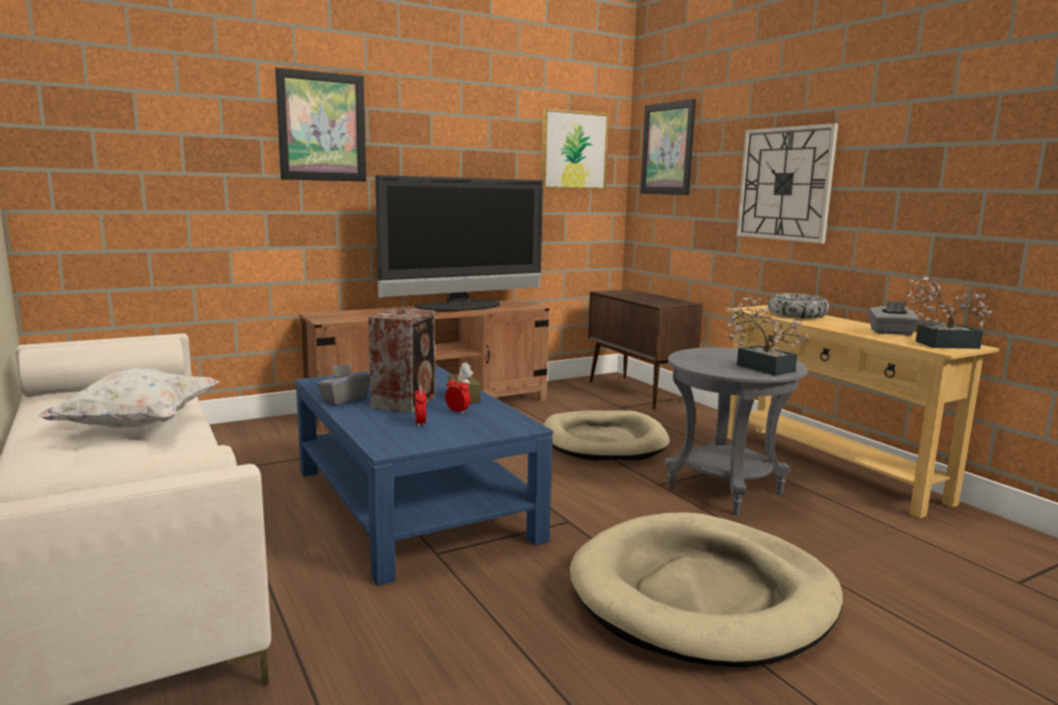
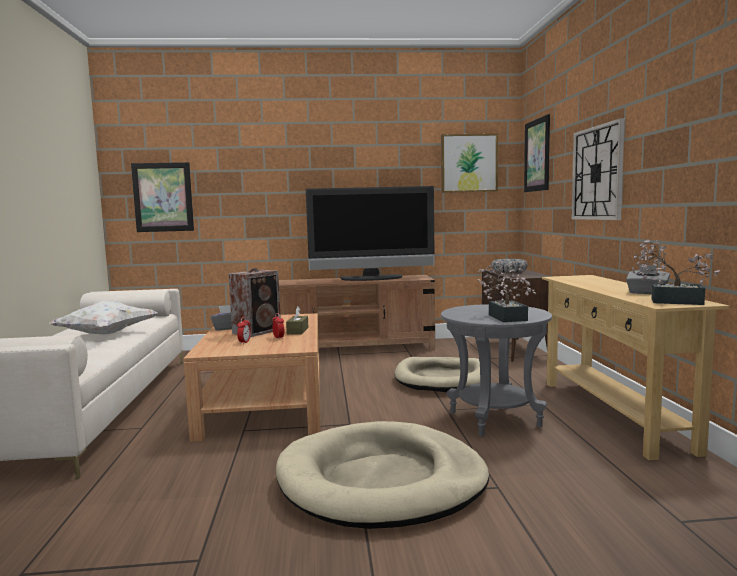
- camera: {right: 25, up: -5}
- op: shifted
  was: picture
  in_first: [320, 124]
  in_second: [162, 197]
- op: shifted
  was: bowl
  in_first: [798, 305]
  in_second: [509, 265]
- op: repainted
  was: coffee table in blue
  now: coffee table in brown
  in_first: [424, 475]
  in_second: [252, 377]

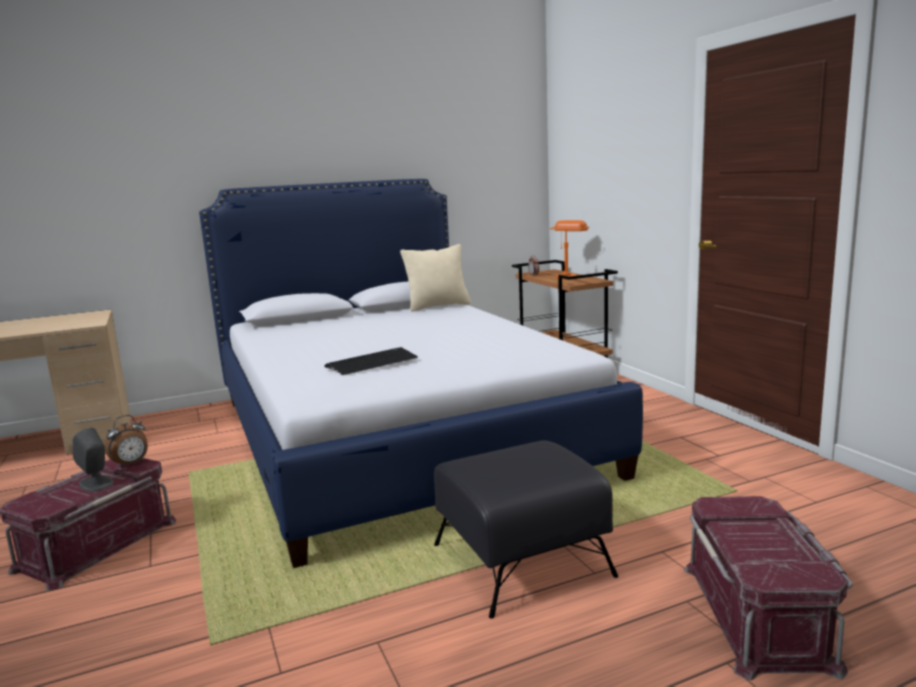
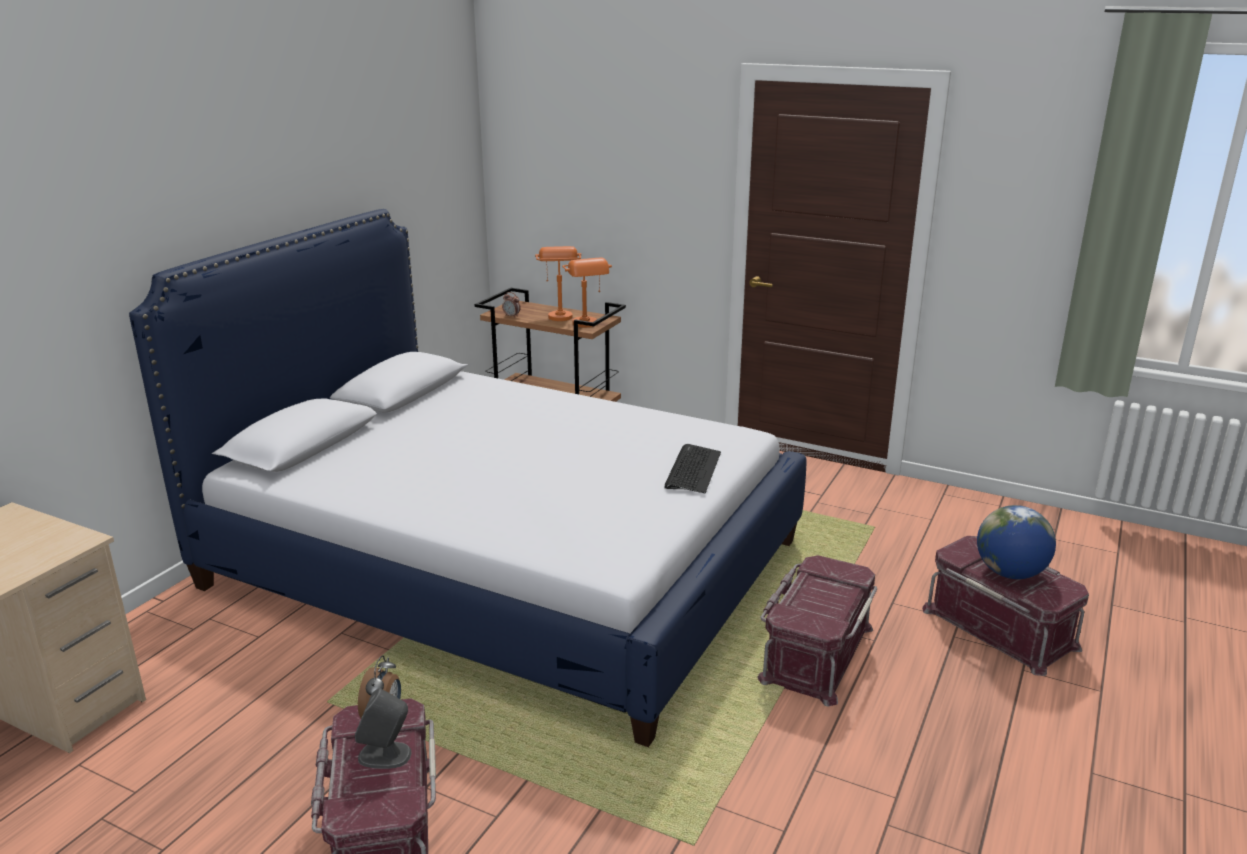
- camera: {right: -40, up: 10}
- op: gone
  was: pillow in beige
  in_first: [435, 278]
- op: shifted
  was: keyboard
  in_first: [371, 361]
  in_second: [692, 468]
- op: swapped
  was: ottoman in black
  now: storage box in red
  in_first: [526, 530]
  in_second: [817, 630]
- op: new
  now: table lamp in orange
  in_second: [587, 292]
- op: new
  now: globe
  in_second: [1016, 542]

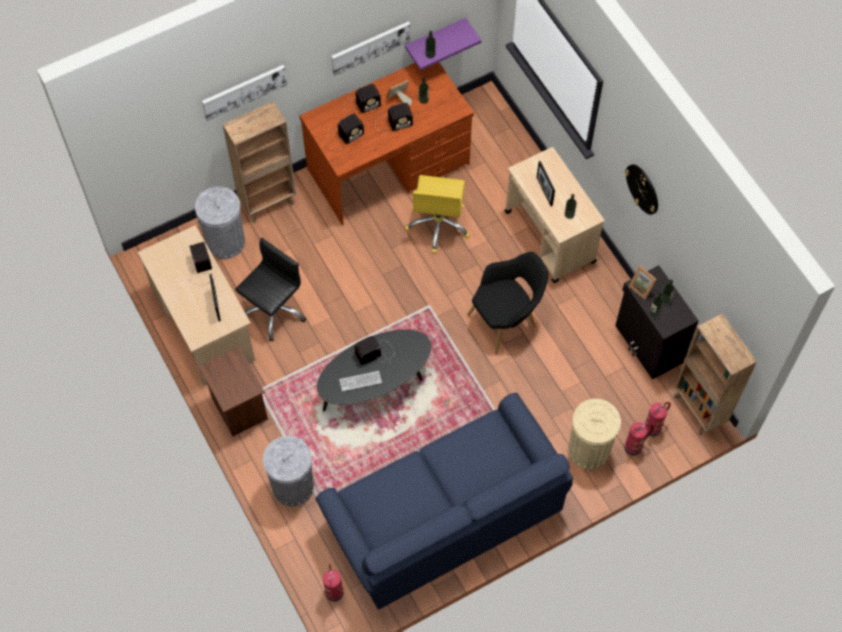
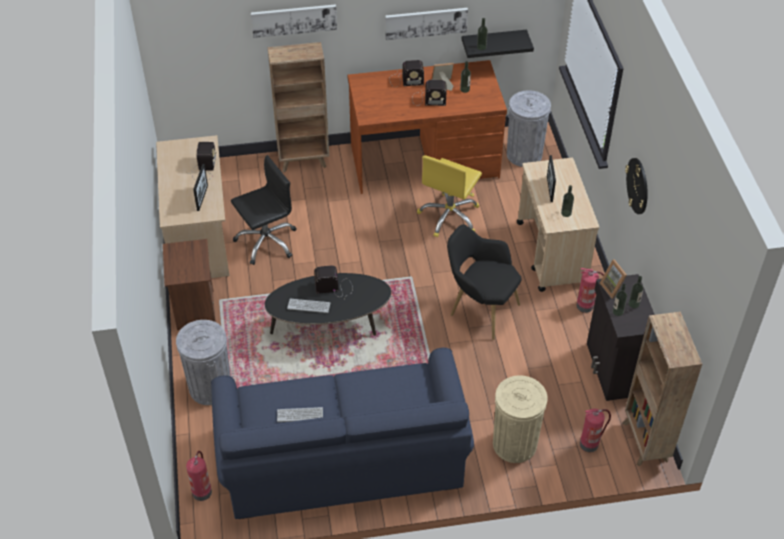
- camera: {right: 20, up: -15}
- op: repainted
  was: shelf in purple
  now: shelf in black
  in_first: [443, 44]
  in_second: [498, 44]
- op: gone
  was: radio
  in_first: [345, 132]
- op: shifted
  was: trash can in grey
  in_first: [220, 222]
  in_second: [529, 128]
- op: rotated
  was: armchair in black
  in_first: [507, 303]
  in_second: [484, 282]
  clockwise: -135
- op: shifted
  was: fire extinguisher
  in_first: [638, 439]
  in_second: [590, 290]
- op: new
  now: keyboard
  in_second: [300, 414]

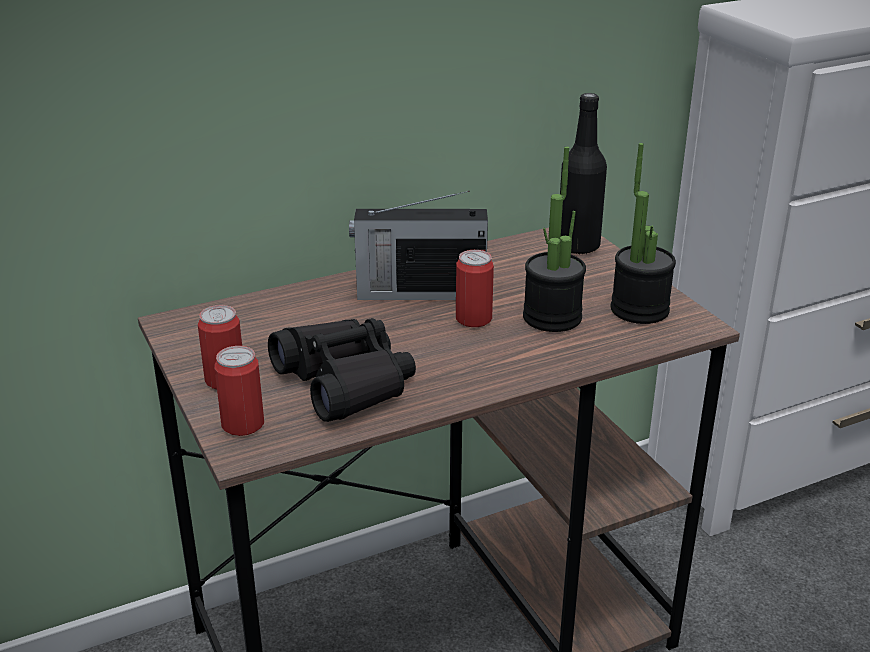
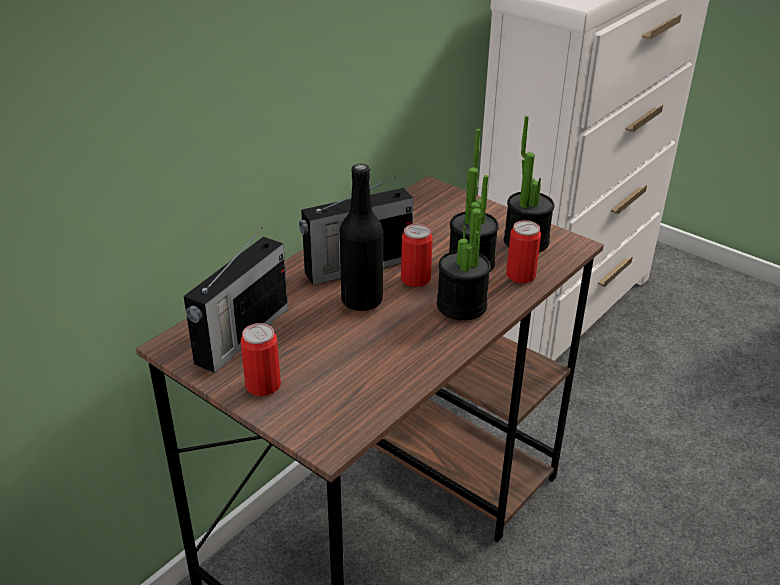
- camera: {right: -25, up: 5}
- op: shifted
  was: bottle in black
  in_first: [583, 173]
  in_second: [361, 237]
- op: gone
  was: binoculars in black
  in_first: [342, 370]
- op: shifted
  was: can
  in_first: [239, 391]
  in_second: [523, 251]
- op: new
  now: potted plant
  in_second: [464, 247]
- op: new
  now: radio
  in_second: [236, 300]

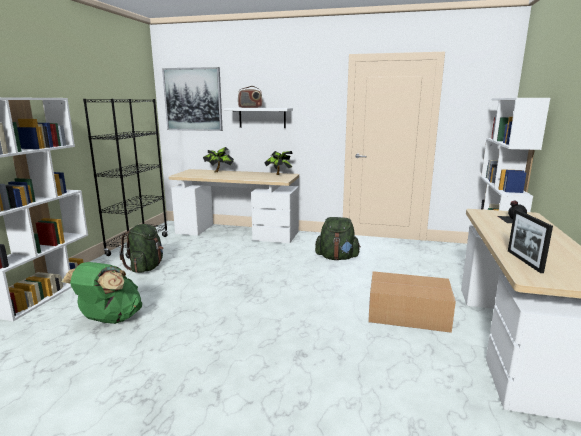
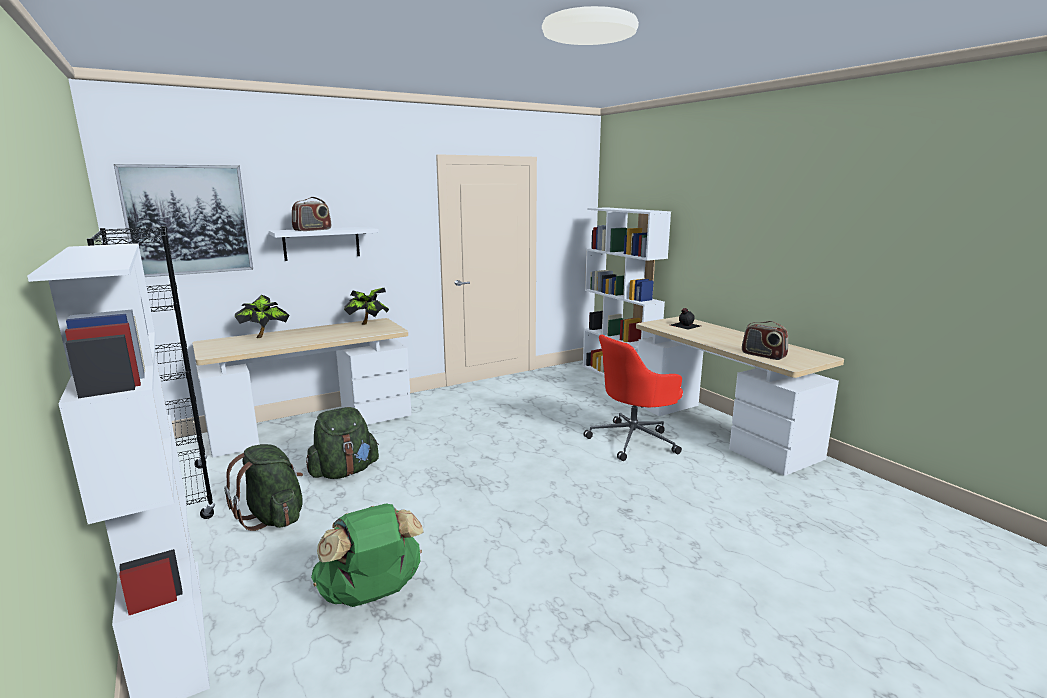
- camera: {right: -45, up: 0}
- op: swapped
  was: picture frame
  now: radio
  in_first: [530, 241]
  in_second: [765, 340]
- op: shifted
  was: backpack in green
  in_first: [338, 238]
  in_second: [342, 443]
- op: swapped
  was: cardboard box
  now: office chair in red
  in_first: [412, 302]
  in_second: [633, 398]

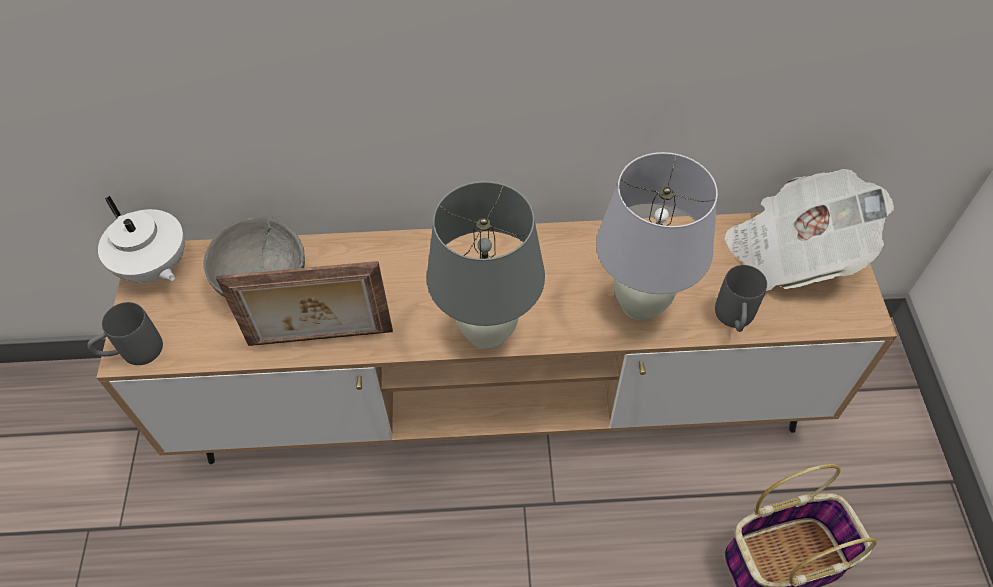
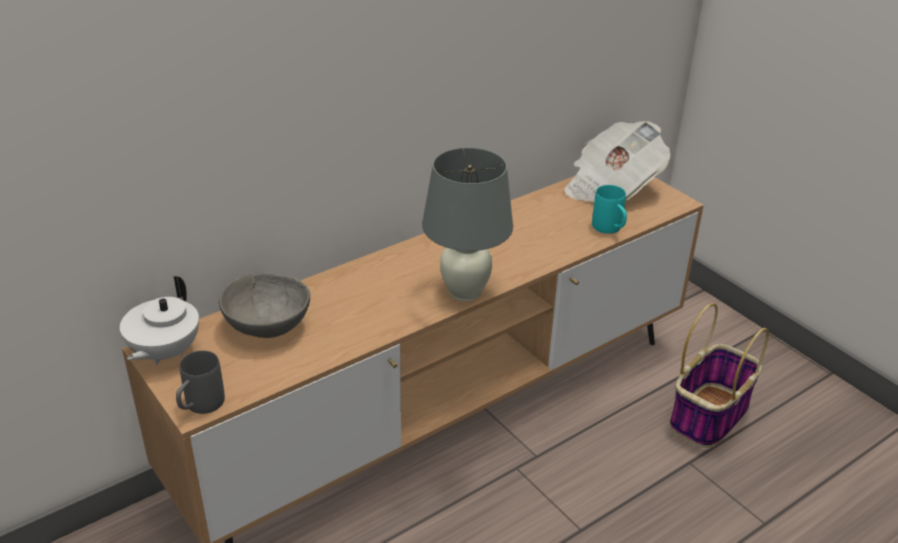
- camera: {right: -35, up: -20}
- op: gone
  was: table lamp in white
  in_first: [657, 236]
- op: rotated
  was: teapot in white
  in_first: [141, 239]
  in_second: [159, 320]
  clockwise: 90
- op: gone
  was: picture frame
  in_first: [304, 303]
- op: repainted
  was: mug in grey
  now: mug in turquoise
  in_first: [741, 298]
  in_second: [609, 209]

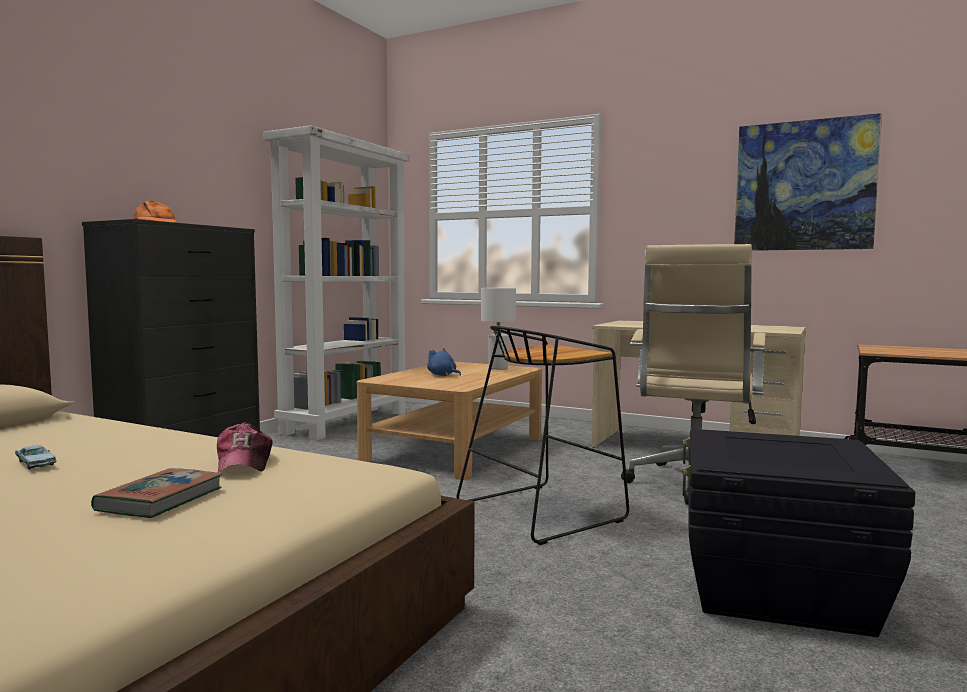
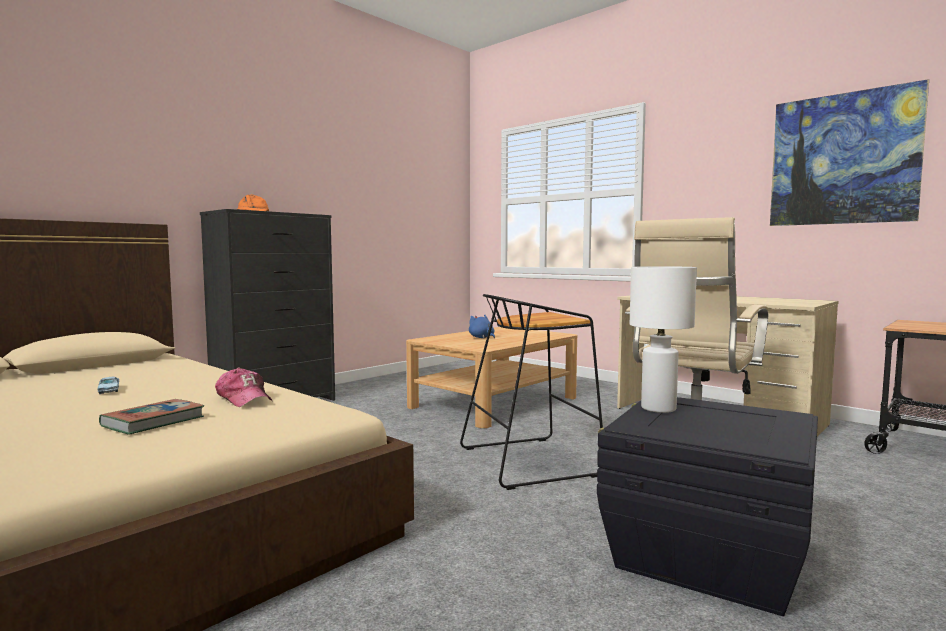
- camera: {right: 15, up: 0}
- op: gone
  was: bookcase in white
  in_first: [336, 282]
- op: shifted
  was: table lamp in white
  in_first: [498, 329]
  in_second: [663, 339]
- op: rotated
  was: cap
  in_first: [244, 448]
  in_second: [243, 387]
  clockwise: -45

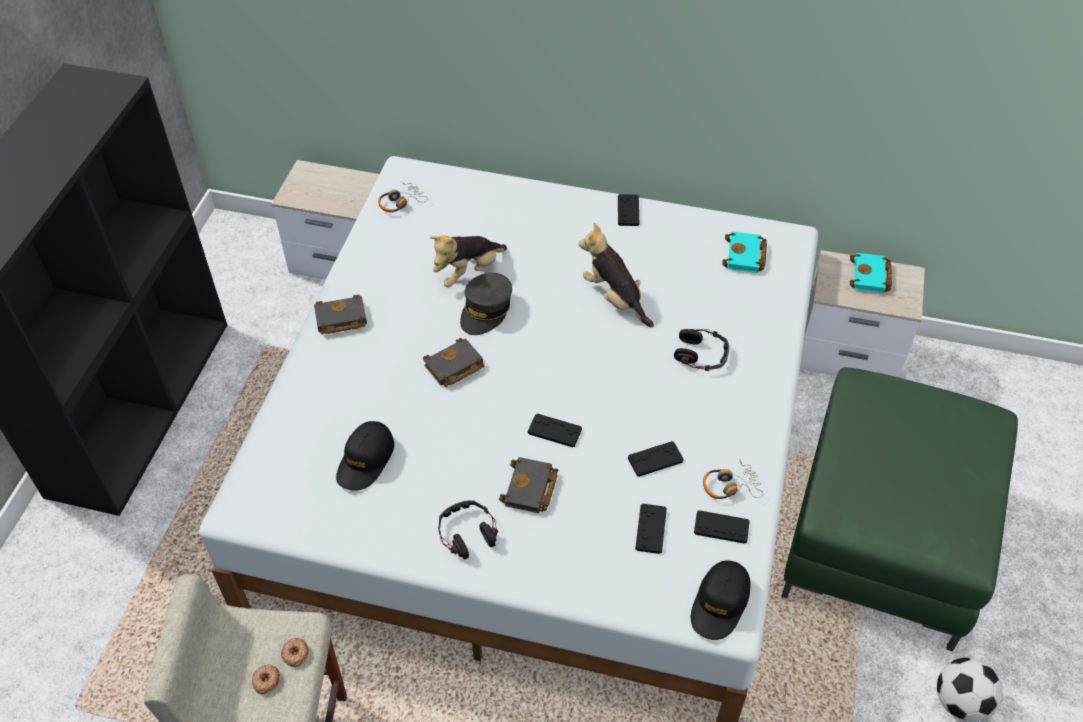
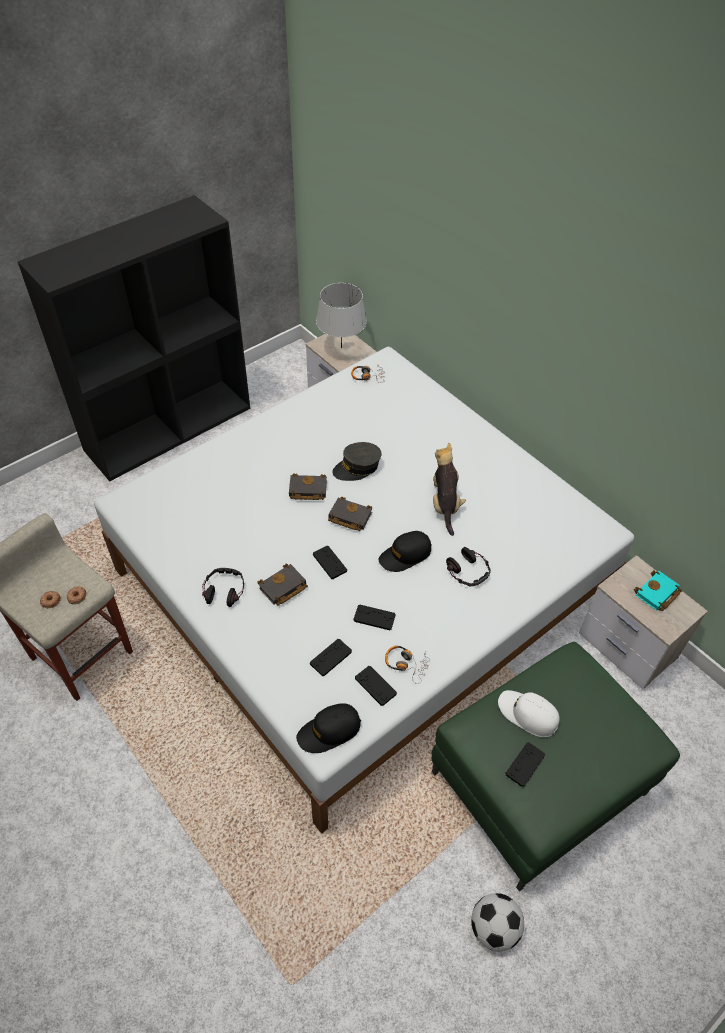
- camera: {right: 35, up: 0}
- op: shifted
  was: game controller in black
  in_first: [628, 210]
  in_second: [525, 764]
- op: gone
  was: book in turquoise
  in_first: [744, 252]
- op: gone
  was: plush toy
  in_first: [468, 261]
- op: shifted
  was: book in black
  in_first: [340, 314]
  in_second: [350, 514]
- op: shifted
  was: cap in black
  in_first: [365, 456]
  in_second: [405, 551]
- op: new
  now: table lamp in grey
  in_second: [341, 315]
- op: new
  now: cap in white
  in_second: [529, 713]

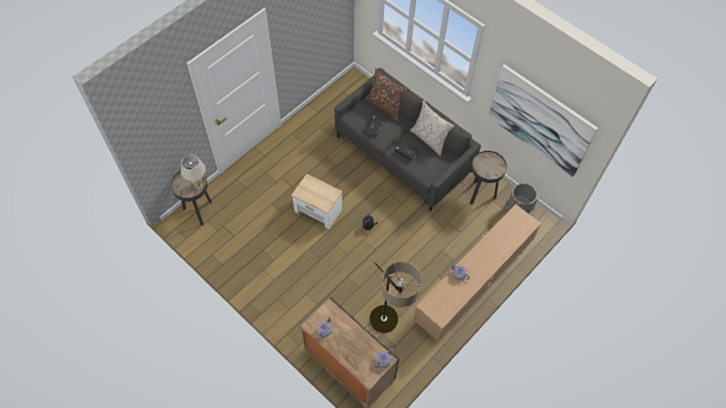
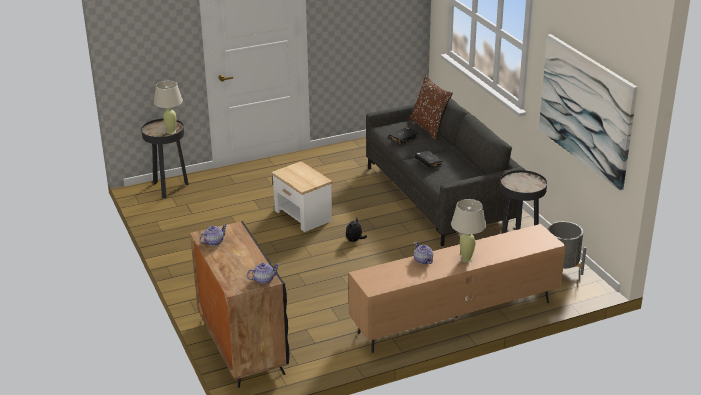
- camera: {right: 25, up: -30}
- op: gone
  was: pillow in beige
  in_first: [432, 128]
- op: gone
  was: floor lamp
  in_first: [396, 296]
- op: new
  now: table lamp in beige
  in_second: [468, 231]

